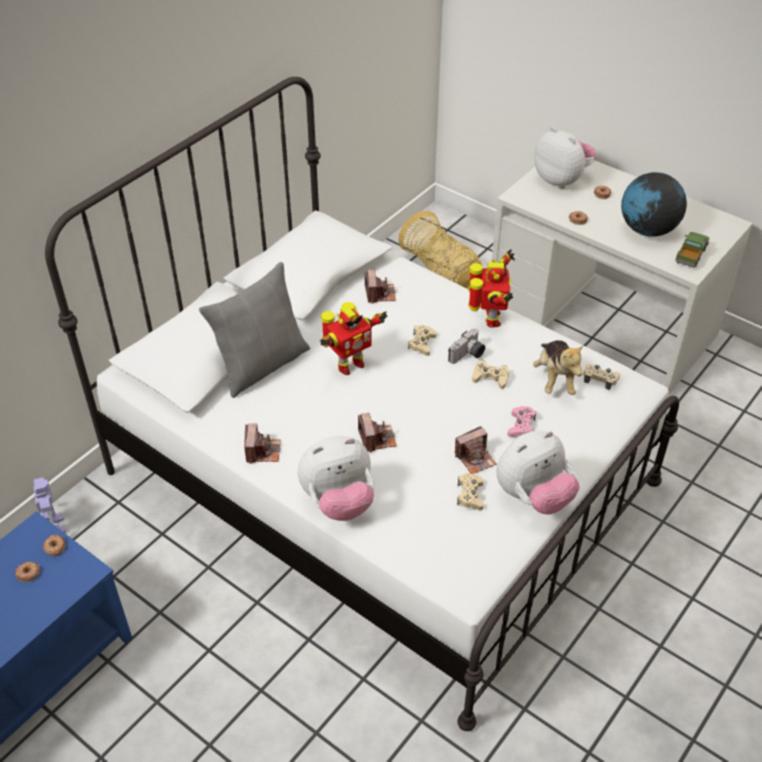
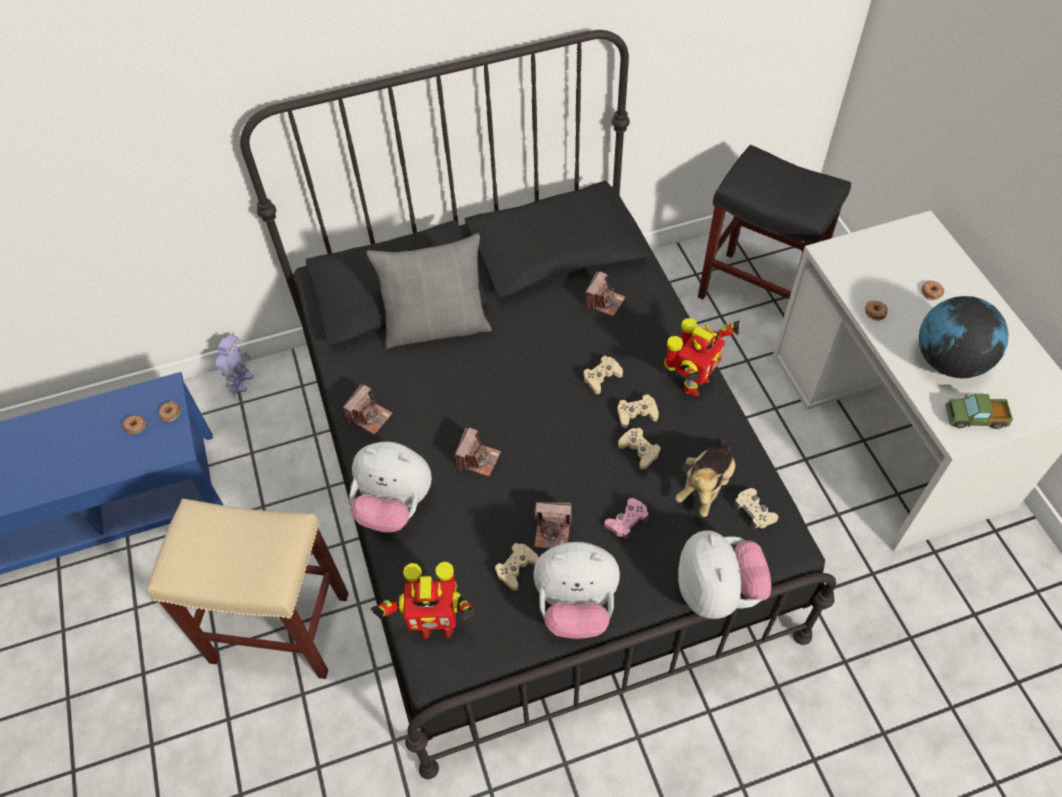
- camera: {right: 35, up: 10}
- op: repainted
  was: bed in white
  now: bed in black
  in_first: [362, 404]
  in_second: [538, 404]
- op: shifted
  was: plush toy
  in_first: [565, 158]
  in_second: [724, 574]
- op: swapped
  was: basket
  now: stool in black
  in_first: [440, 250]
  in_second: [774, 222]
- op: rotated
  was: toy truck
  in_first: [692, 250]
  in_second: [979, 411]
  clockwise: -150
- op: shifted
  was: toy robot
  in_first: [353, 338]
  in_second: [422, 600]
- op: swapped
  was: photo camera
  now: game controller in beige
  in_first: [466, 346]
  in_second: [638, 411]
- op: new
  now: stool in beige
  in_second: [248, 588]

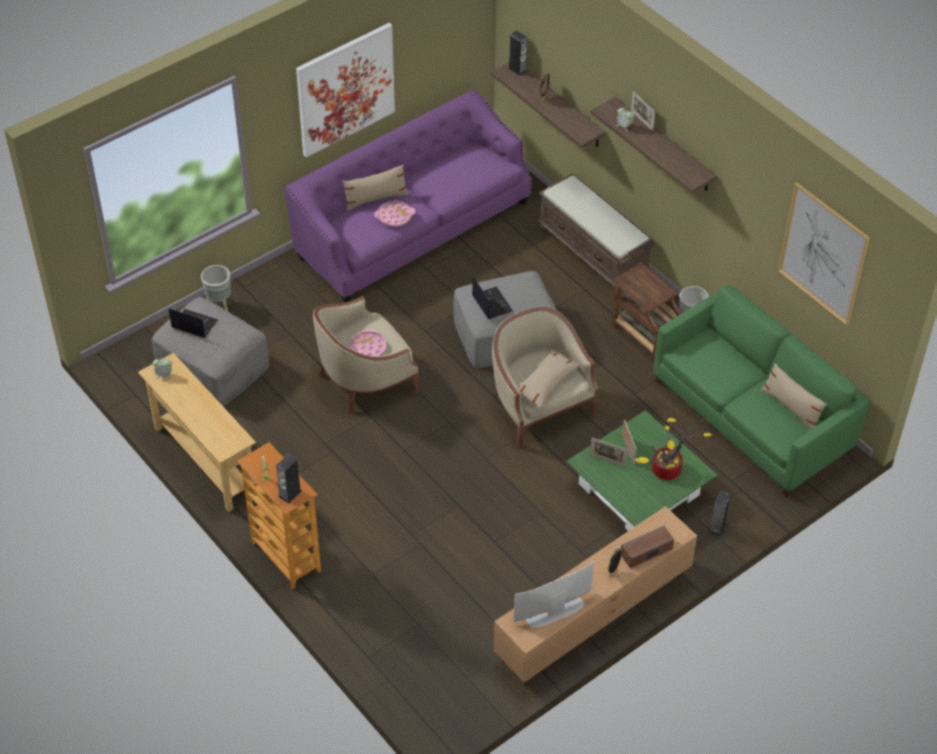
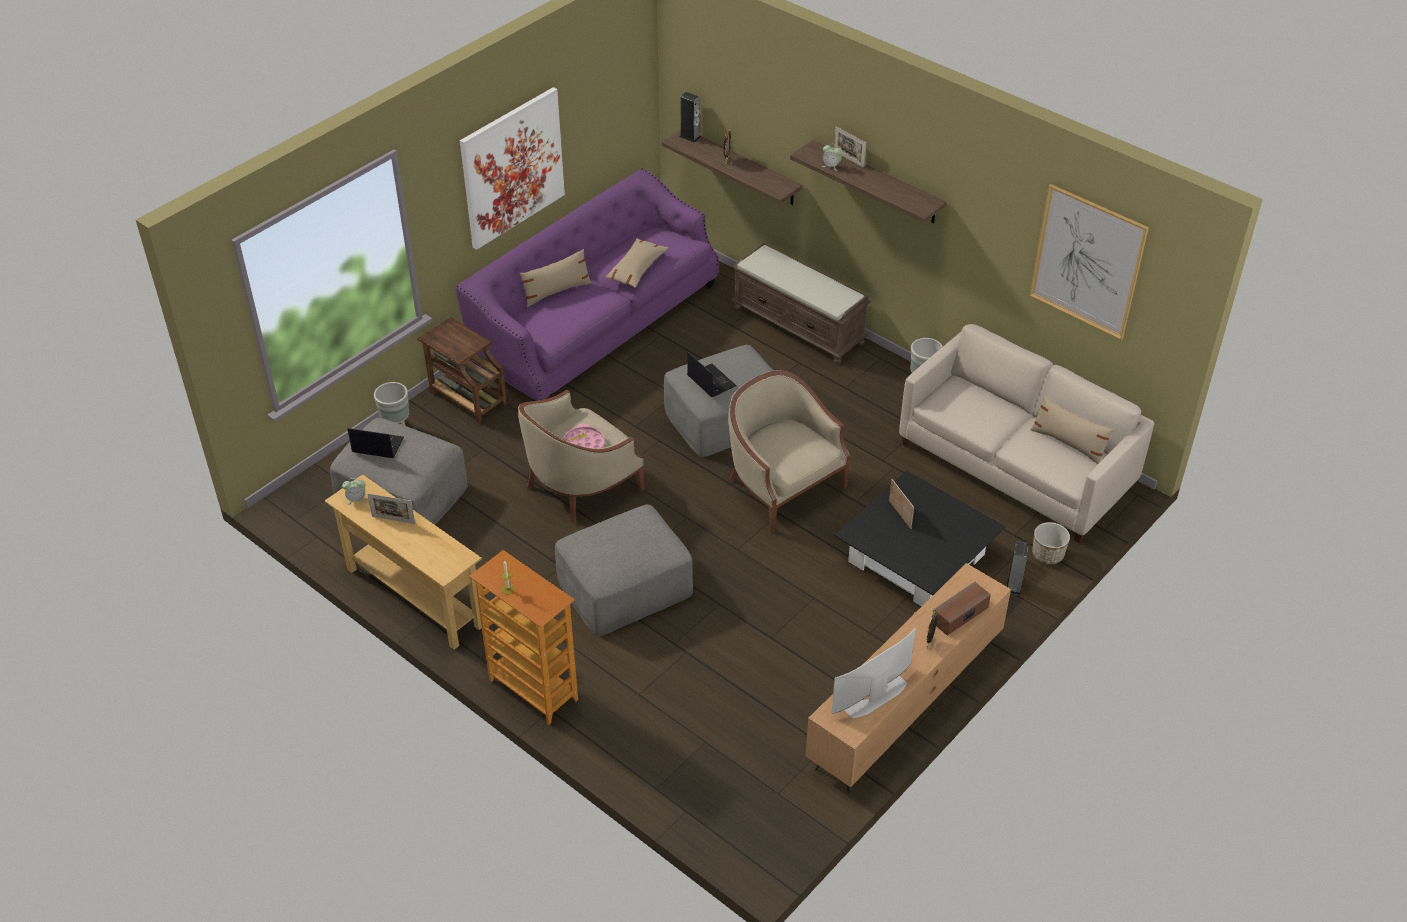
- camera: {right: -10, up: -5}
- op: gone
  was: tray in pink
  in_first: [394, 214]
- op: shifted
  was: side table in brown
  in_first: [646, 312]
  in_second: [462, 370]
- op: repainted
  was: sofa in green
  now: sofa in beige
  in_first: [761, 391]
  in_second: [1026, 433]
- op: shifted
  was: pillow in beige
  in_first: [549, 378]
  in_second: [636, 263]
- op: repainted
  was: coffee table in green
  now: coffee table in black
  in_first: [641, 470]
  in_second: [920, 538]
- op: gone
  was: potted plant
  in_first: [673, 448]
- op: shifted
  was: picture frame
  in_first: [609, 452]
  in_second: [391, 508]
- op: gone
  was: speaker
  in_first: [289, 479]
- op: new
  now: ottoman in grey
  in_second: [624, 570]
- op: new
  now: planter
  in_second: [1051, 543]

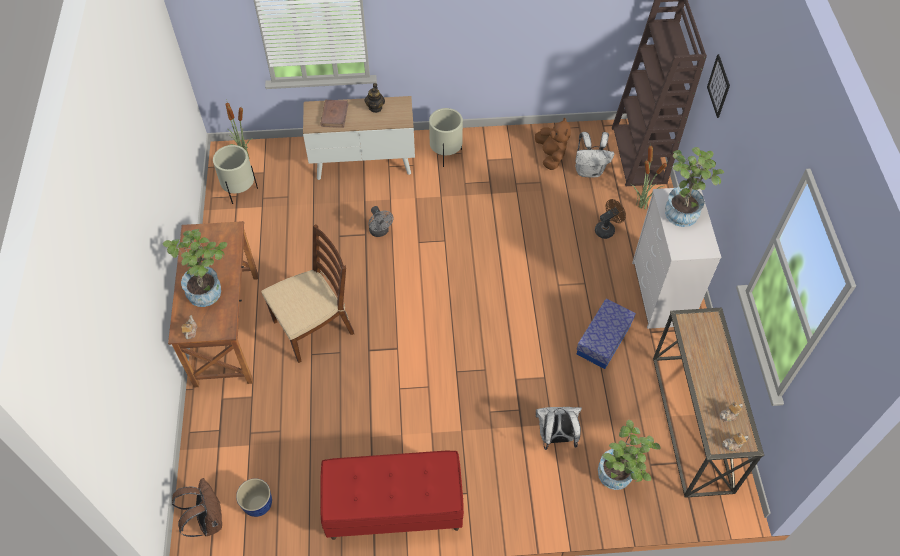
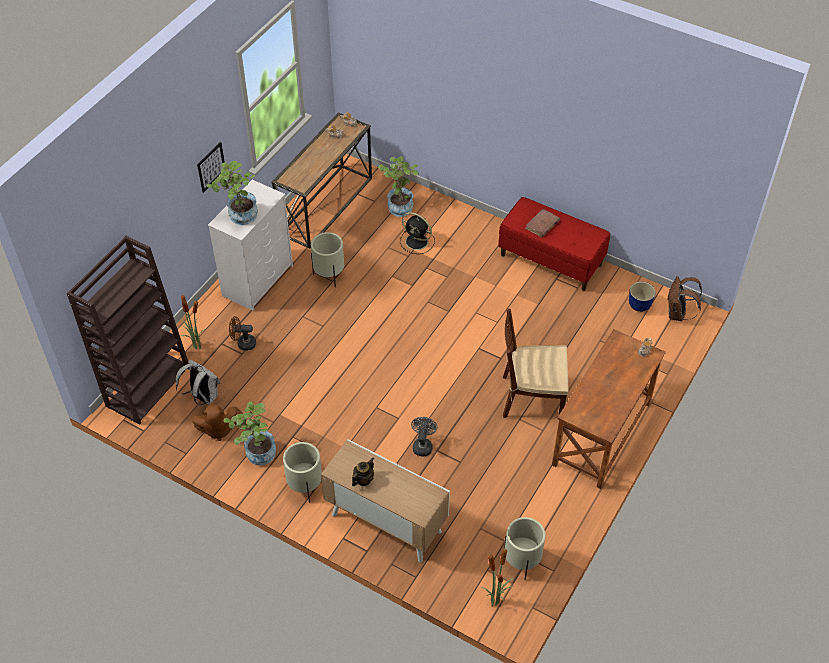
- camera: {right: -145, up: -5}
- op: shifted
  was: picture
  in_first: [718, 86]
  in_second: [211, 167]
- op: shifted
  was: book in brown
  in_first: [334, 114]
  in_second: [542, 223]
- op: rotated
  was: plush toy in brown
  in_first: [553, 143]
  in_second: [217, 422]
  clockwise: -120
- op: shifted
  was: potted plant
  in_first: [195, 268]
  in_second: [249, 433]
- op: swapped
  was: storage box
  now: planter in beige
  in_first: [606, 334]
  in_second: [327, 259]
- op: swapped
  was: backpack in white
  now: fan in black
  in_first: [559, 428]
  in_second: [417, 233]

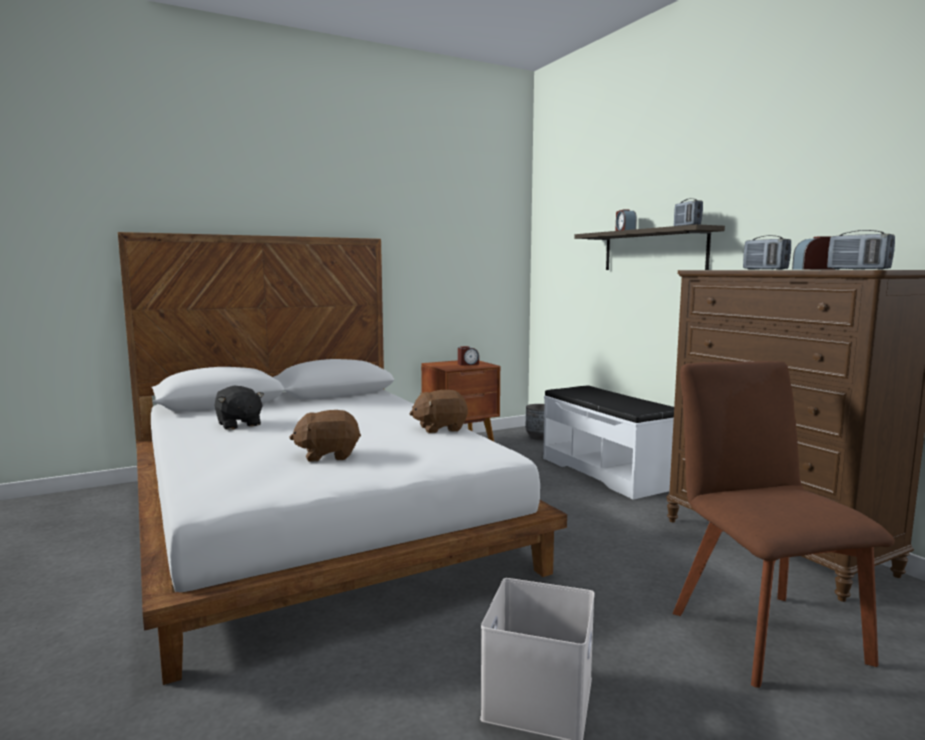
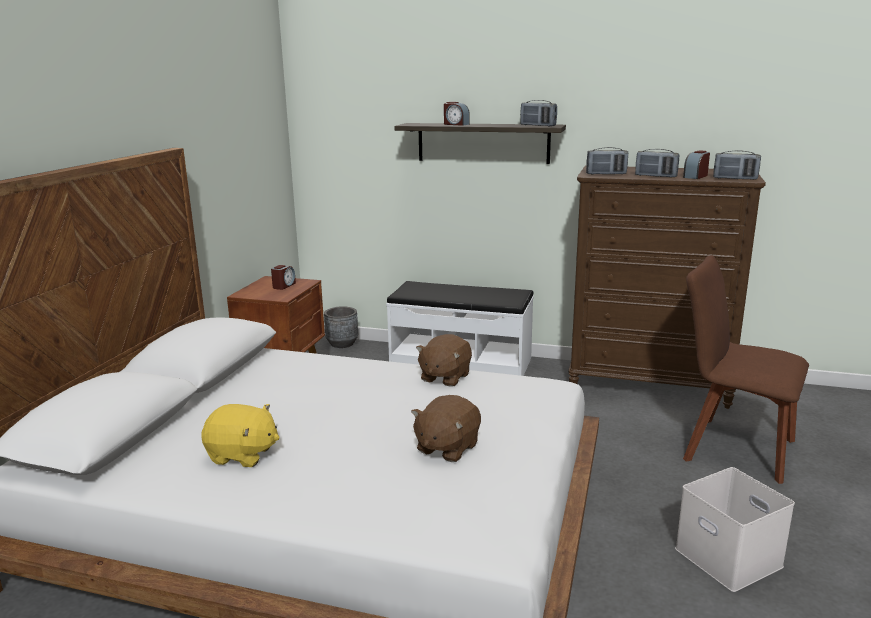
- camera: {right: -45, up: 10}
- op: repainted
  was: plush toy in black
  now: plush toy in yellow
  in_first: [239, 408]
  in_second: [240, 435]
- op: new
  now: radio
  in_second: [607, 161]

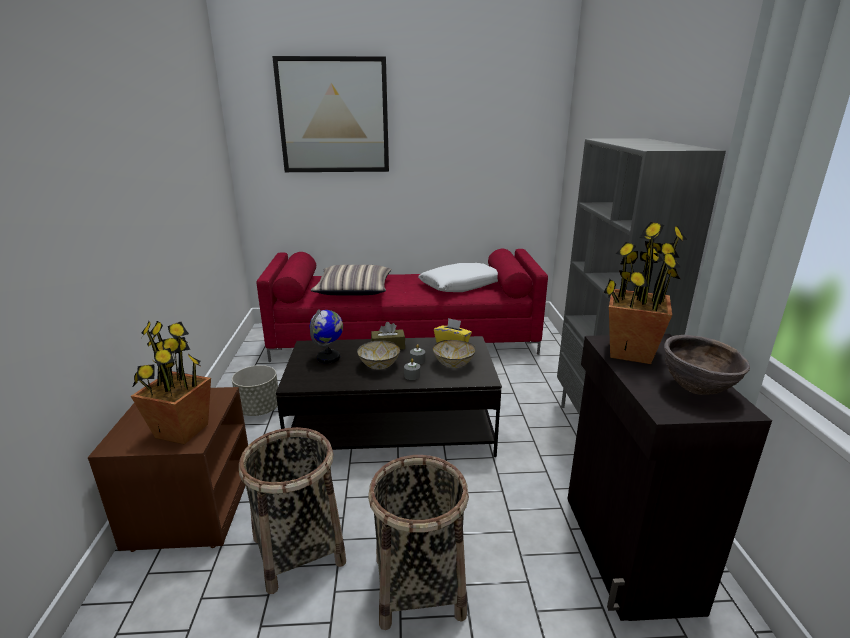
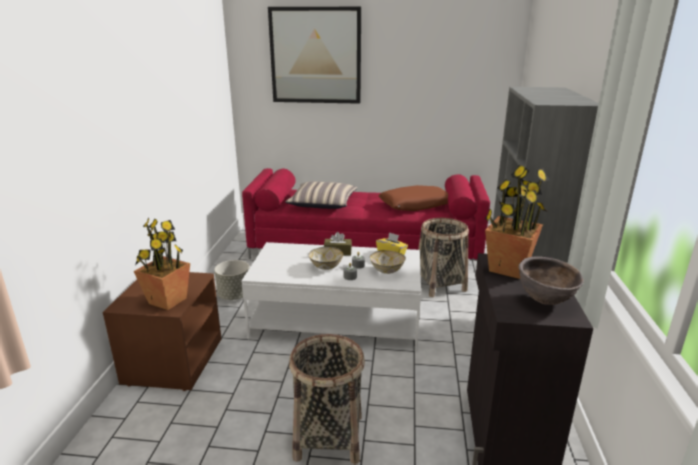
- camera: {right: 10, up: 0}
- op: repainted
  was: pillow in white
  now: pillow in brown
  in_first: [458, 277]
  in_second: [413, 198]
- op: gone
  was: globe
  in_first: [326, 336]
- op: repainted
  was: coffee table in black
  now: coffee table in white
  in_first: [389, 396]
  in_second: [331, 296]
- op: shifted
  was: basket
  in_first: [292, 510]
  in_second: [443, 257]

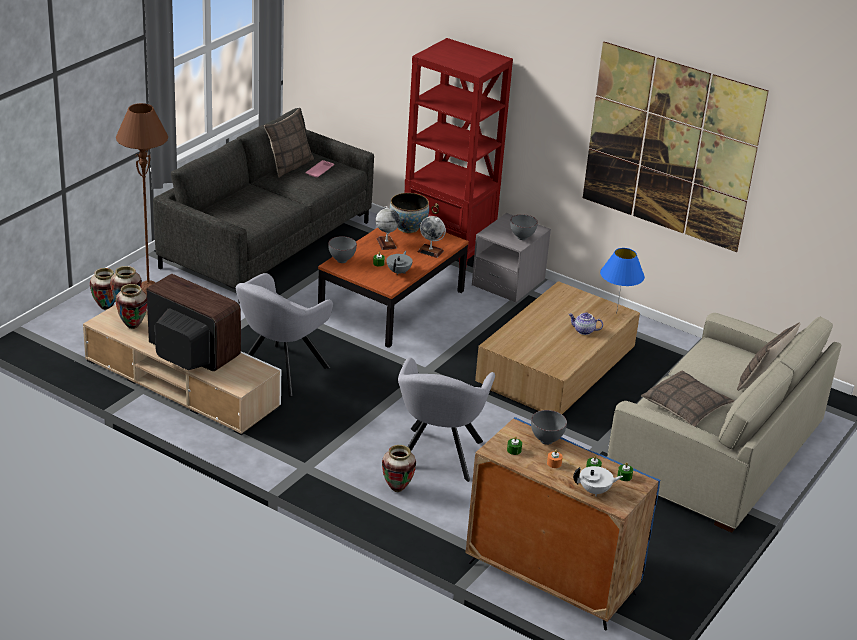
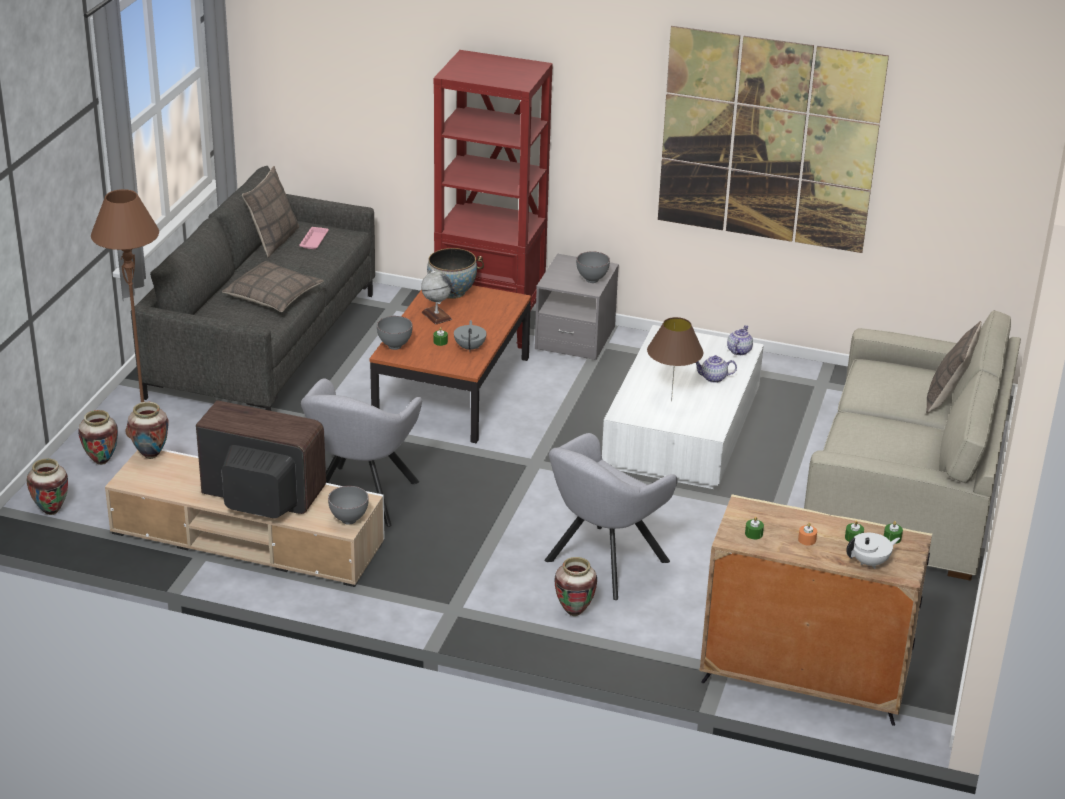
- camera: {right: -15, up: 0}
- op: gone
  was: globe
  in_first: [431, 237]
- op: swapped
  was: table lamp in blue
  now: teapot
  in_first: [622, 281]
  in_second: [740, 340]
- op: repainted
  was: coffee table in brown
  now: coffee table in white
  in_first: [557, 347]
  in_second: [683, 407]
- op: shifted
  was: vase
  in_first: [131, 306]
  in_second: [47, 486]
- op: rotated
  was: armchair in grey
  in_first: [446, 419]
  in_second: [611, 516]
  clockwise: 45
- op: shifted
  was: pillow
  in_first: [687, 399]
  in_second: [273, 286]
- op: shifted
  was: bowl in grey
  in_first: [549, 427]
  in_second: [348, 505]
- op: repainted
  was: cabinet in blue
  now: cabinet in beige
  in_first: [562, 523]
  in_second: [815, 610]
- op: new
  now: table lamp in brown
  in_second: [675, 359]

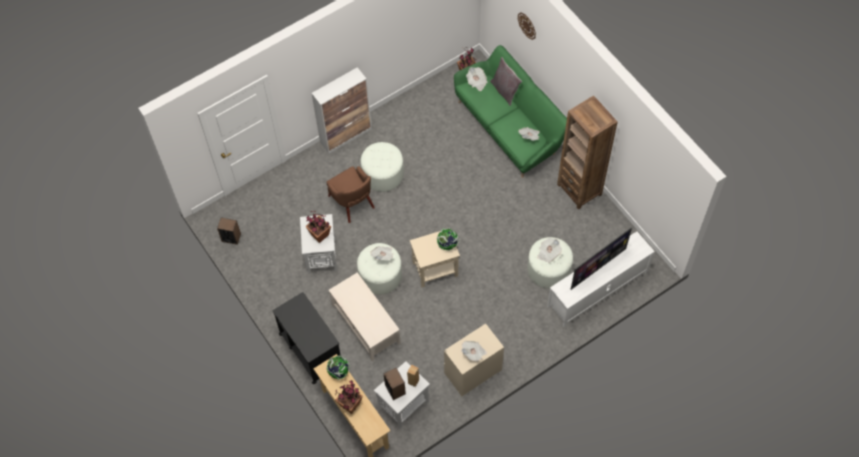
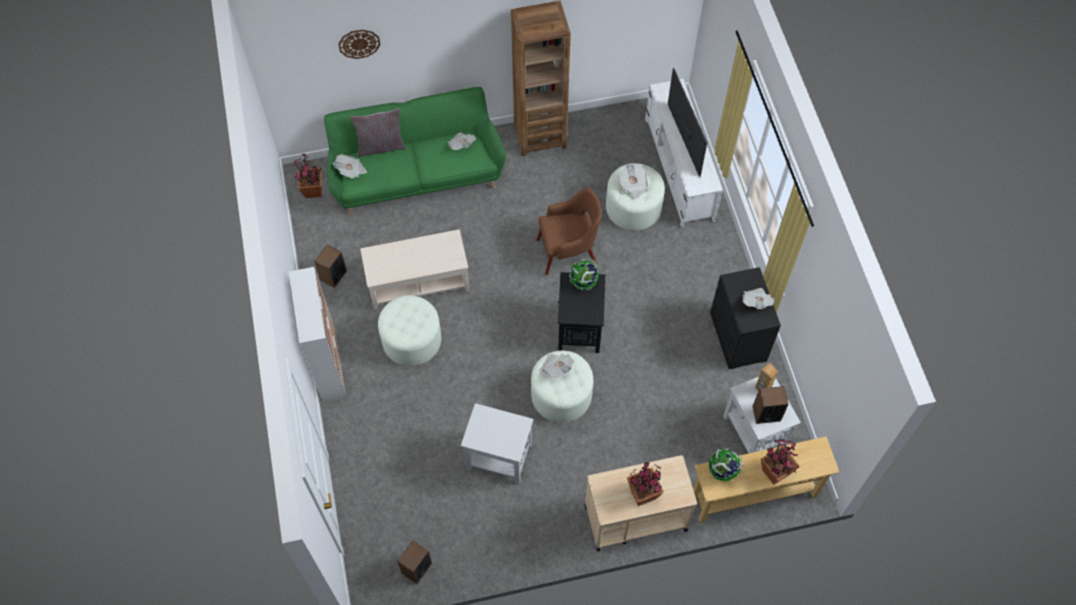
- camera: {right: -70, up: 0}
- op: shifted
  was: armchair in brown
  in_first: [350, 194]
  in_second: [568, 231]
- op: shifted
  was: potted plant
  in_first: [318, 227]
  in_second: [645, 484]
- op: repainted
  was: side table in beige
  now: side table in black
  in_first: [435, 259]
  in_second: [581, 312]
- op: shifted
  was: coffee table in beige
  in_first: [365, 316]
  in_second: [415, 269]
- op: repainted
  was: cart in black
  now: cart in beige
  in_first: [307, 338]
  in_second: [641, 503]
- op: repainted
  was: dresser in beige
  now: dresser in black
  in_first: [474, 360]
  in_second: [745, 318]
- op: new
  now: speaker
  in_second: [330, 266]

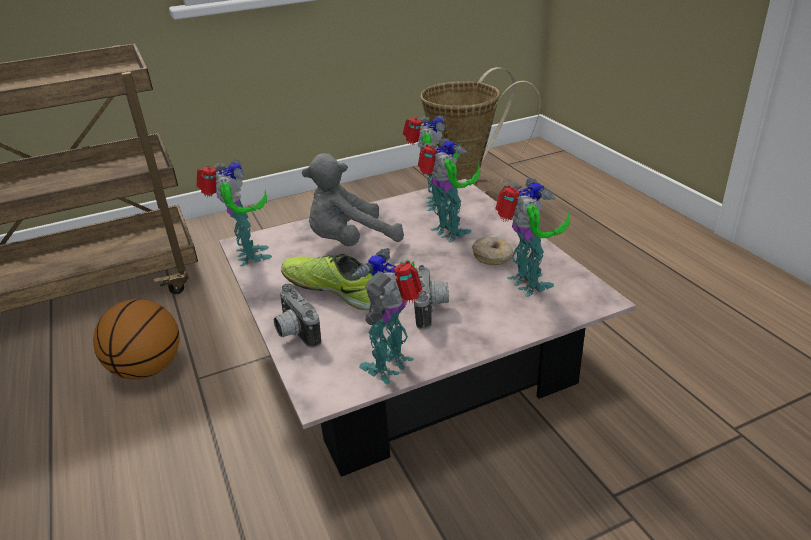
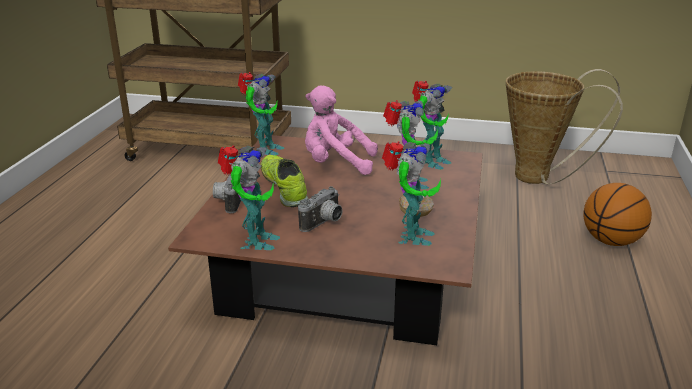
- camera: {right: 35, up: -5}
- op: repainted
  was: plush toy in grey
  now: plush toy in pink
  in_first: [353, 199]
  in_second: [341, 130]
- op: repainted
  was: coffee table in pink
  now: coffee table in brown
  in_first: [427, 328]
  in_second: [325, 240]
- op: rotated
  was: toy robot
  in_first: [387, 316]
  in_second: [249, 197]
  clockwise: 120
- op: shifted
  was: basketball
  in_first: [136, 339]
  in_second: [617, 214]

